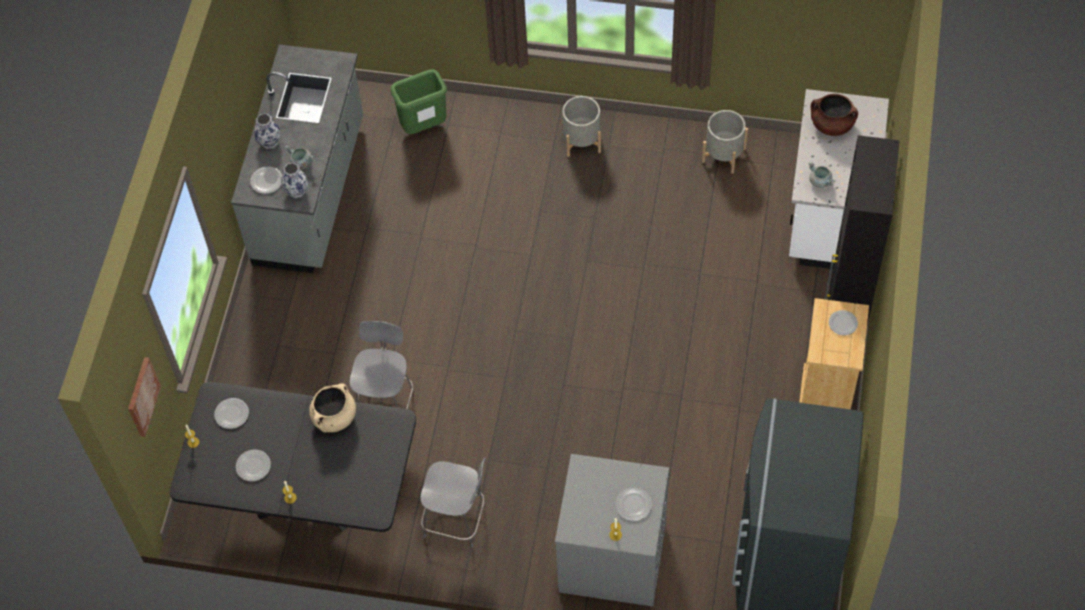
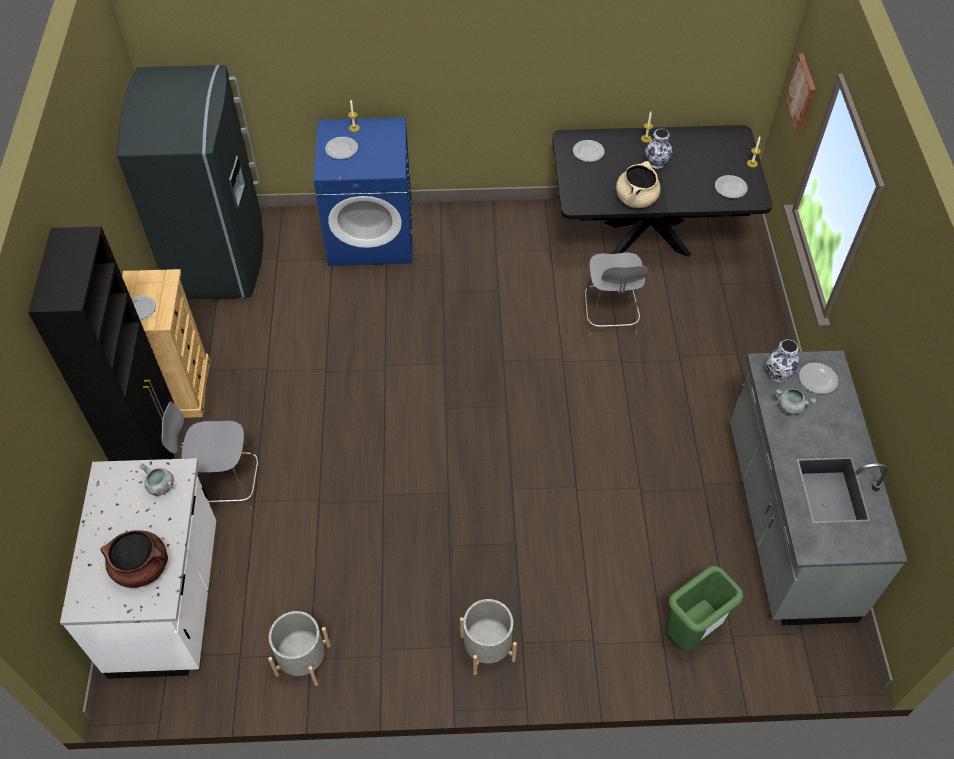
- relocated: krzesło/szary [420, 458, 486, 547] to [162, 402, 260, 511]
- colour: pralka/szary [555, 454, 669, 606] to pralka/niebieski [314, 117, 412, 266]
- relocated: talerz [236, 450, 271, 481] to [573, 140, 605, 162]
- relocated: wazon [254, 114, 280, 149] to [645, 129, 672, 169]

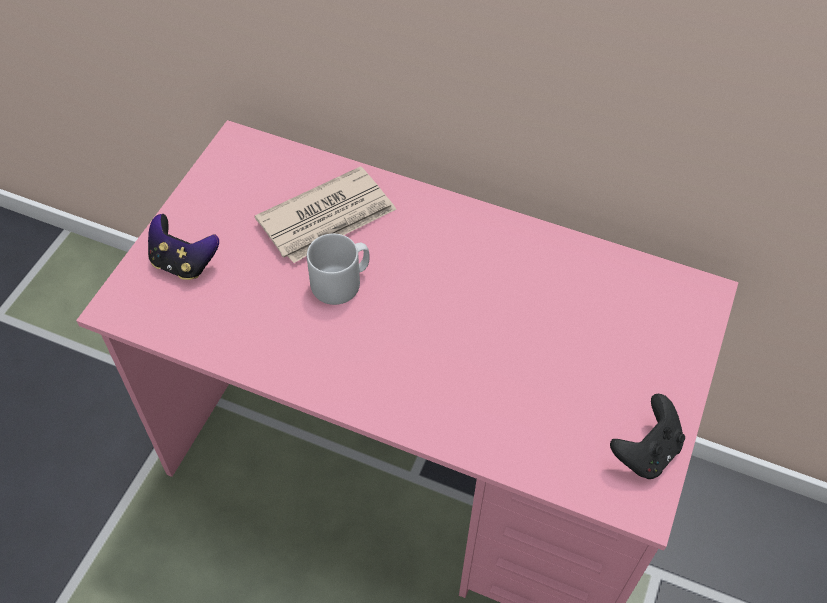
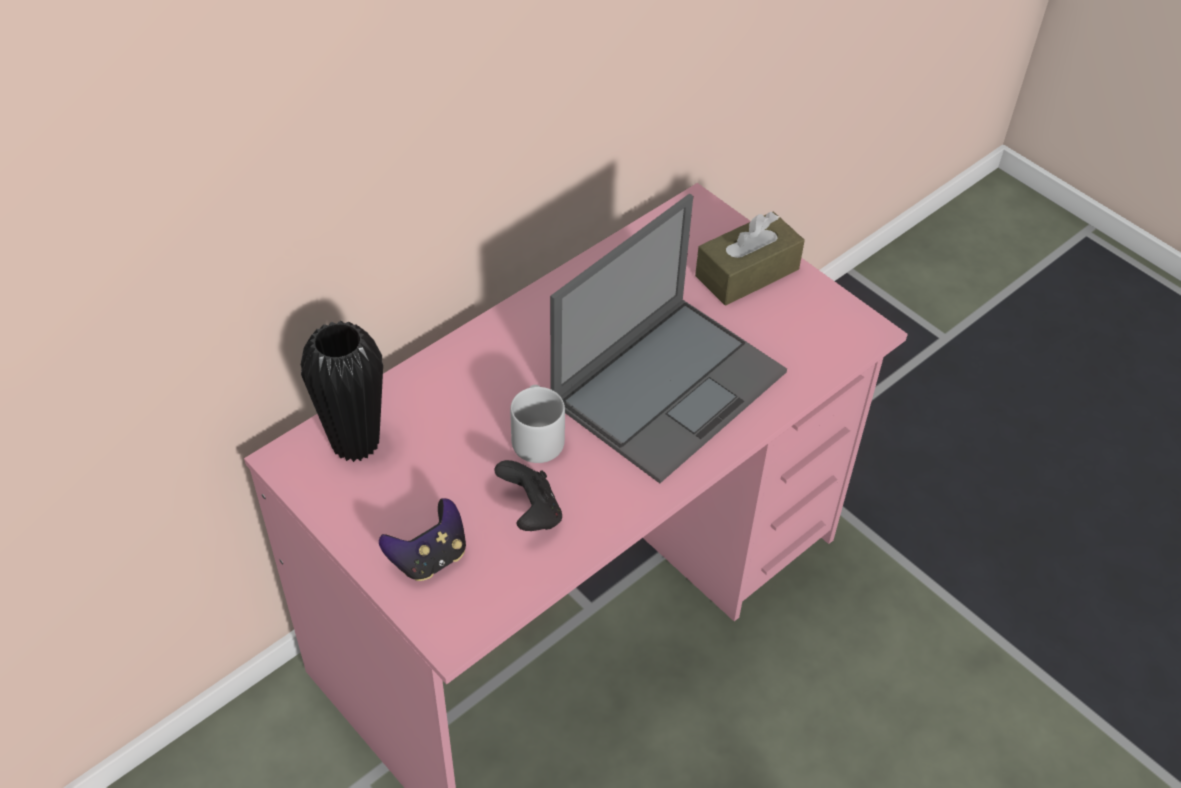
- appeared: wazon/czarny [301, 321, 383, 462]
- relocated: pad do gier/czarny [610, 394, 685, 479] to [494, 460, 562, 531]
- appeared: laptop [550, 194, 787, 483]
- appeared: pudełko chusteczek/brązowy [695, 212, 805, 306]
- missing: gazeta [255, 166, 396, 263]

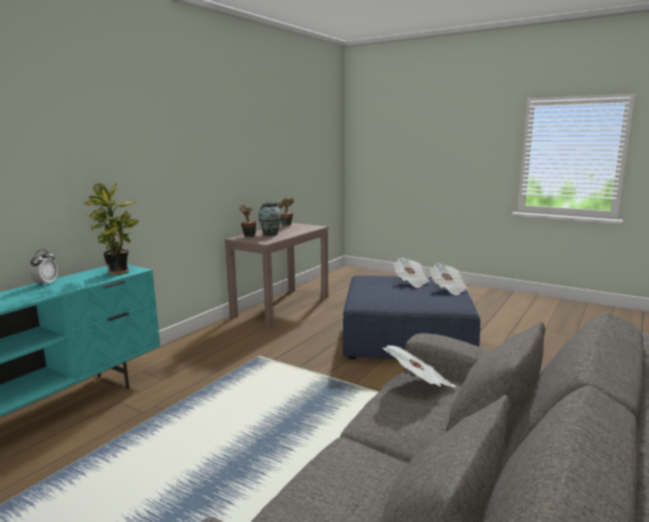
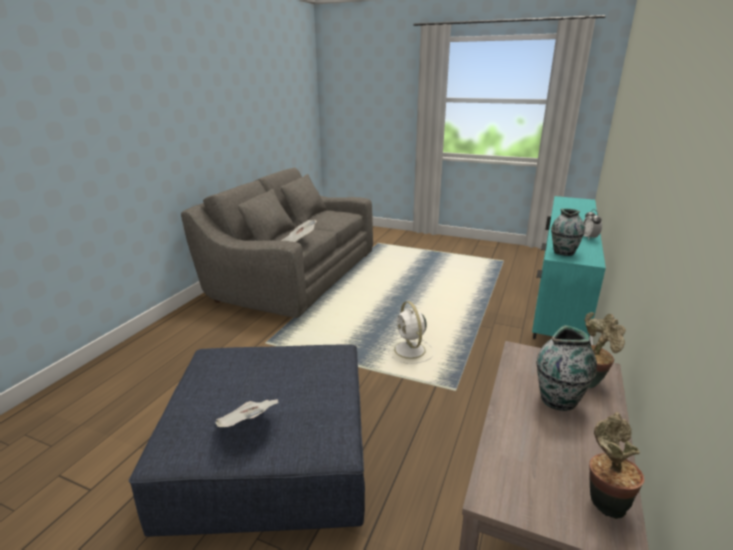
- appeared: wentylator/biały [388, 301, 435, 364]
- exchanged: roślina doniczkowa [84, 183, 139, 275] to wazon [551, 209, 585, 256]
- missing: gazeta [430, 263, 468, 295]

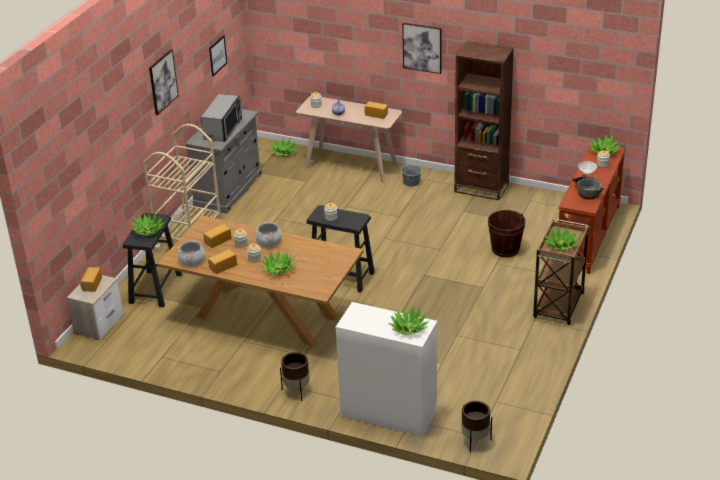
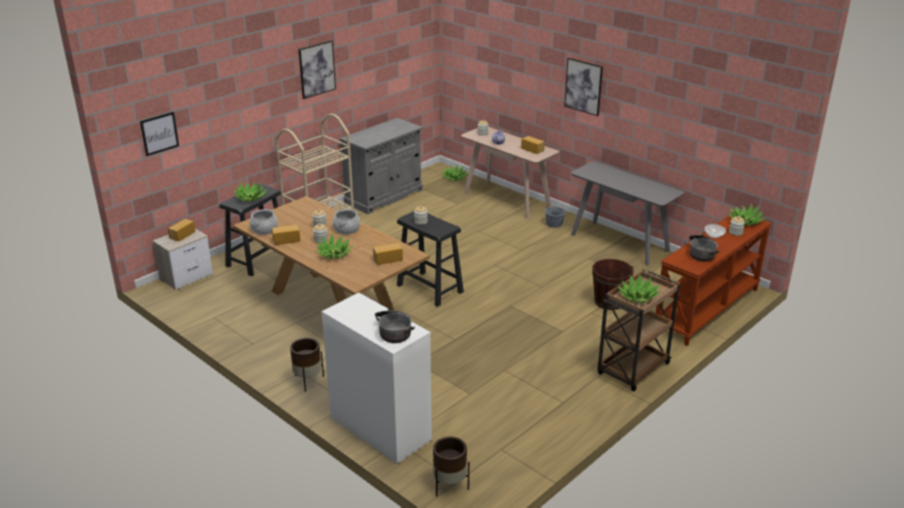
- relocated: obraz [209, 35, 227, 77] to [140, 112, 179, 156]
- relocated: chleb [204, 224, 231, 248] to [373, 243, 403, 265]
- exchanged: roślina doniczkowa [389, 306, 430, 335] to garnek [375, 308, 415, 343]
- exchanged: regał/brązowy [454, 41, 514, 200] to stolik konsolowy/szary [571, 162, 684, 266]
- missing: mikrofalówka [201, 94, 242, 142]

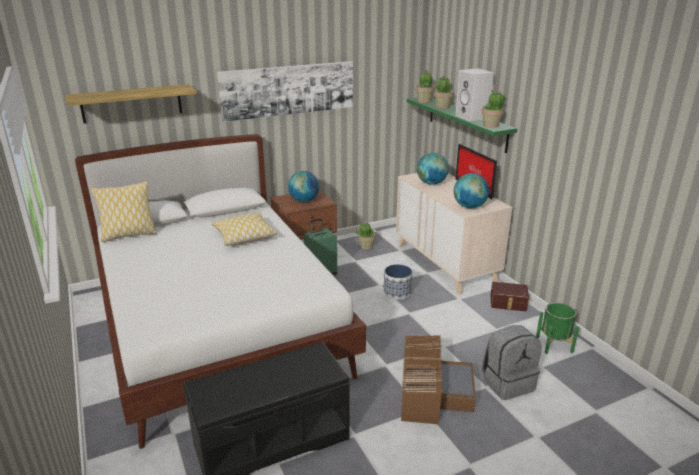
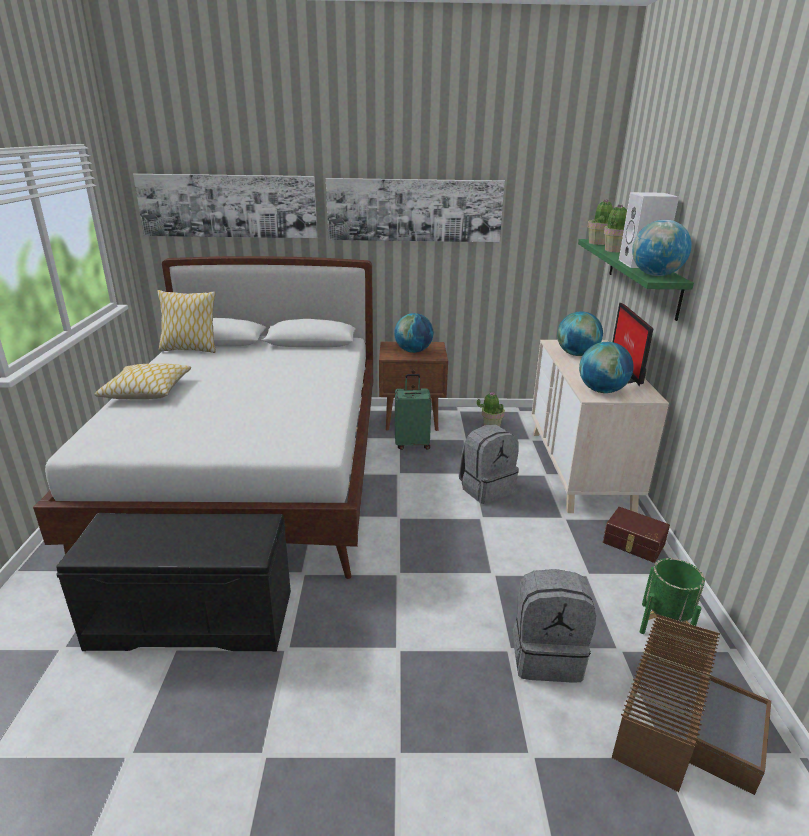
- relocated: poduszka [211, 213, 278, 246] to [94, 364, 191, 399]
- exchanged: półka [65, 84, 197, 123] to obraz [133, 174, 317, 238]
- exchanged: donica [384, 264, 412, 300] to plecak/szary [459, 424, 519, 504]
- relocated: pojemnik do przechowywania/brązowy [401, 336, 476, 424] to [612, 614, 771, 795]
- exchanged: roślina doniczkowa [481, 90, 505, 128] to globus [632, 220, 692, 276]

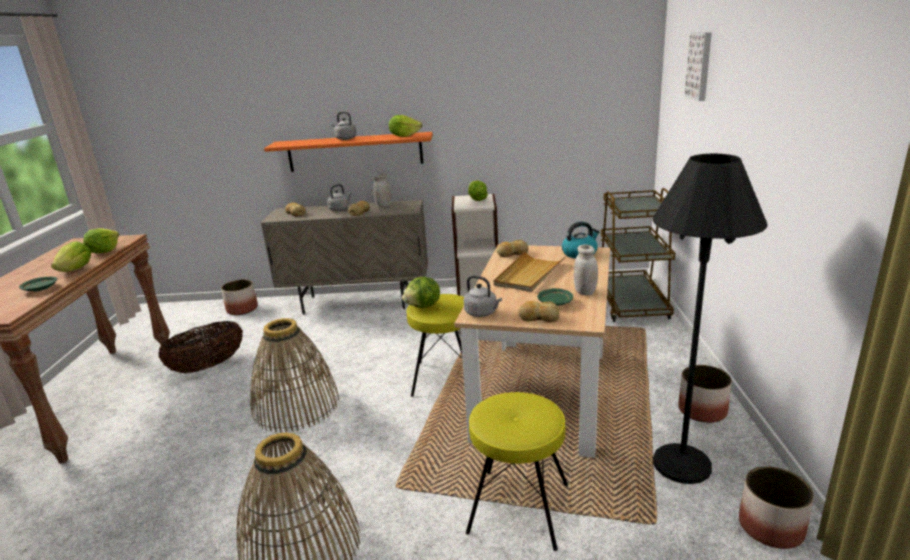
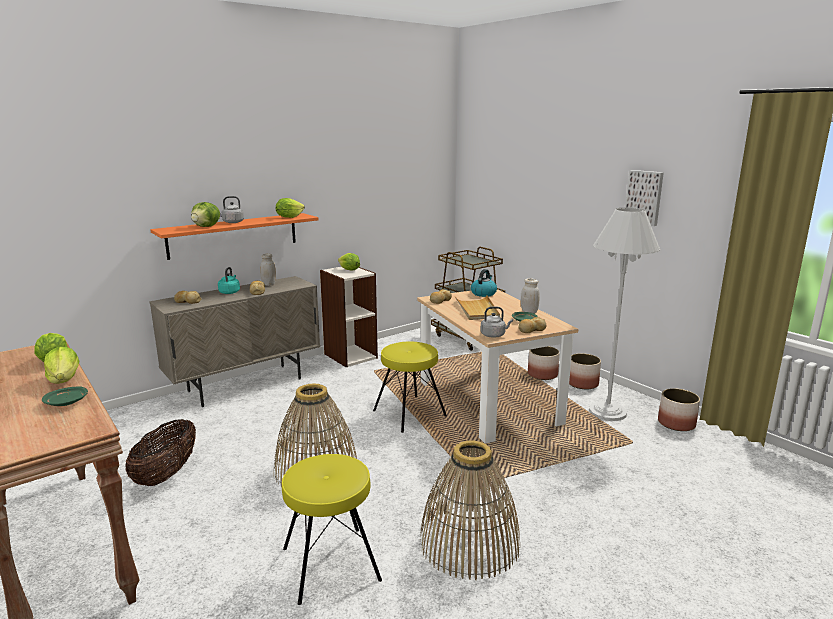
- relocated: sałata [402, 277, 440, 308] to [191, 202, 220, 227]
- colour: czajnik/szary [327, 184, 351, 211] to czajnik/turkusowy [218, 267, 240, 294]
- relocated: stołek/żółty [466, 392, 568, 551] to [282, 454, 382, 605]
- relocated: donica [221, 279, 258, 315] to [528, 346, 560, 380]
- colour: lampa stojąca/czarny [653, 154, 768, 484] to lampa stojąca/biały [589, 208, 660, 421]
- relocated: obraz [684, 32, 712, 101] to [625, 170, 664, 226]

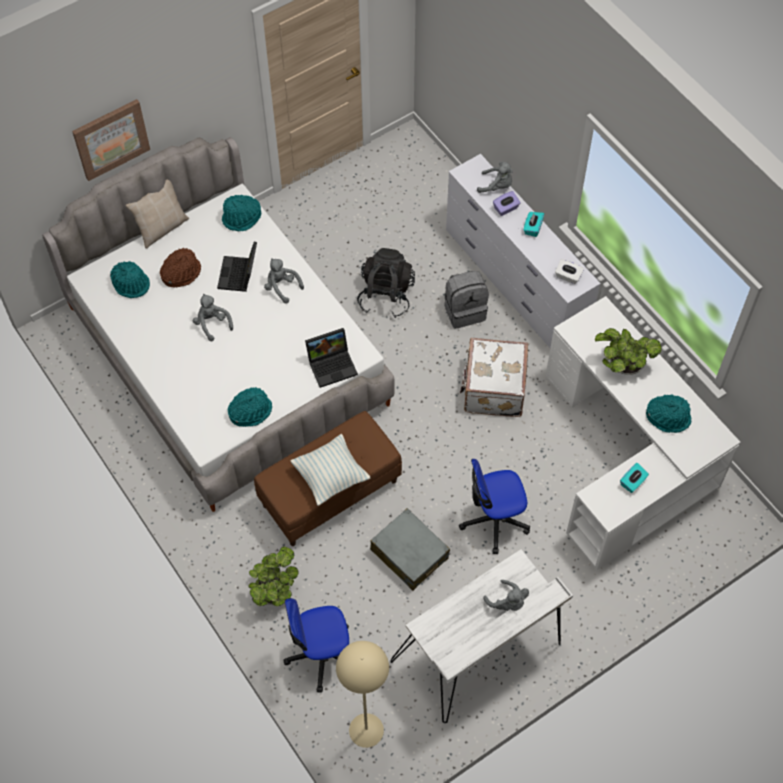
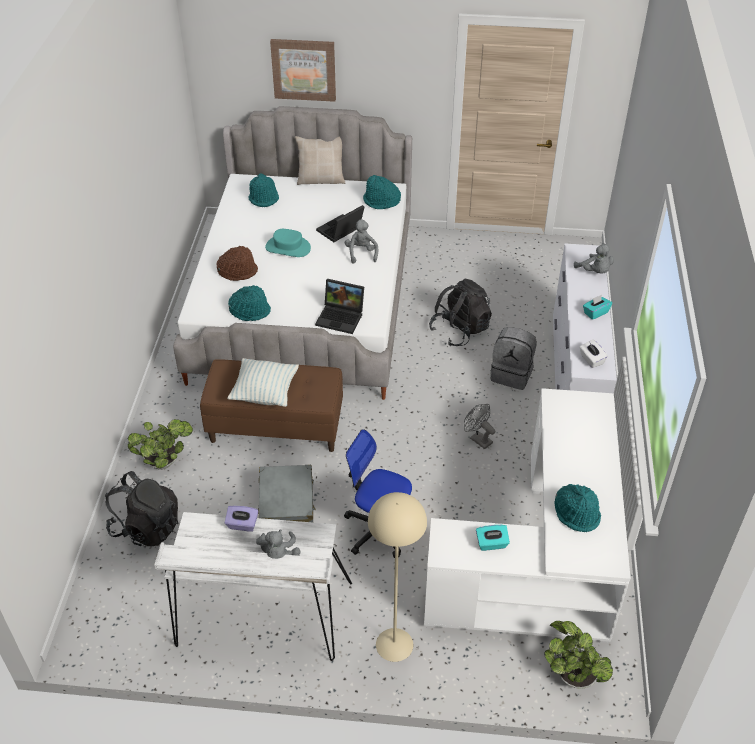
- exchanged: krzesło biurowe [283, 598, 349, 693] to plecak/czarny [105, 471, 179, 546]
- relocated: kapelusz/brązowy [160, 248, 201, 287] to [217, 246, 258, 281]
- relocated: pudełko chusteczek/fioletowy [493, 191, 520, 216] to [225, 505, 259, 532]
- exchanged: pluszak/szary [193, 294, 233, 341] to kapelusz/turkusowy [265, 229, 311, 257]
- relocated: lampa stojąca/beżowy [336, 641, 389, 748] to [368, 492, 427, 662]
- exchanged: walizka/biały [460, 338, 528, 417] to wentylator/szary [464, 404, 496, 449]
- relocated: roślina doniczkowa [595, 328, 662, 375] to [544, 621, 613, 689]

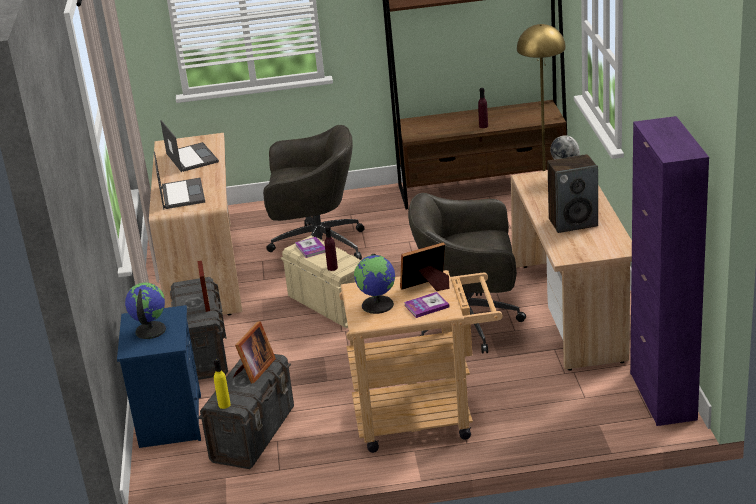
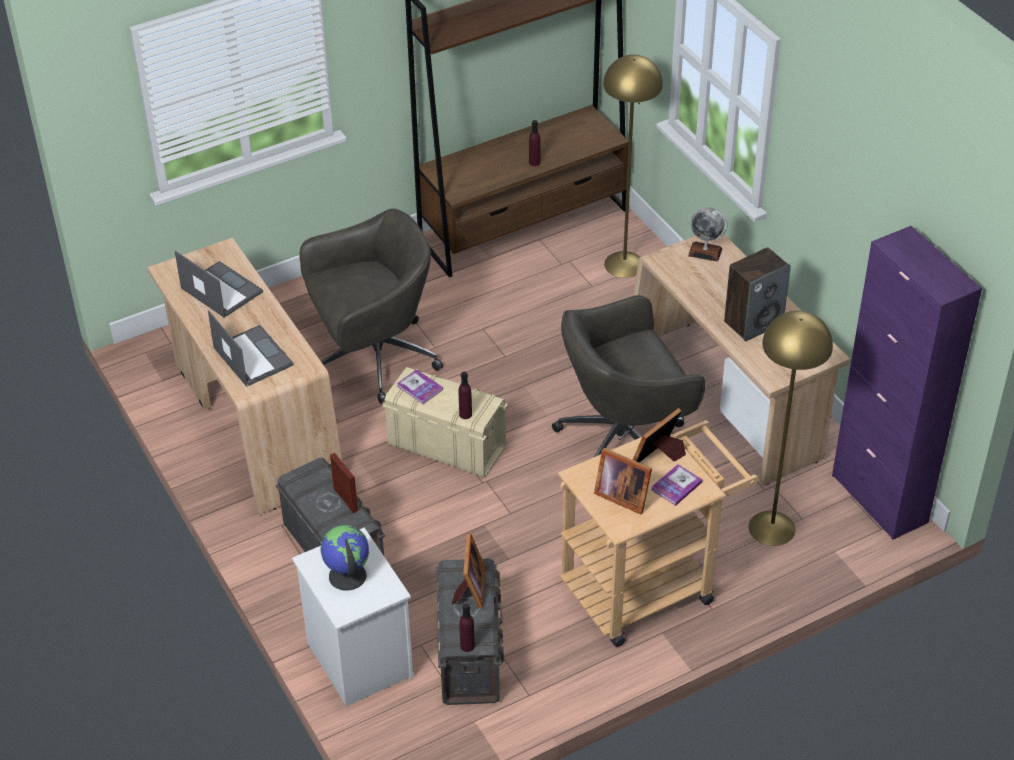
- colour: szafka nocna/niebieski [117, 305, 201, 448] to szafka nocna/biały [292, 527, 413, 706]
- colour: butelka/żółty [213, 358, 231, 409] to butelka/fioletowy [459, 603, 475, 652]
- exchanged: globus [354, 254, 396, 314] to ramka na zdjęcie [594, 448, 652, 514]
- appeared: lampa stojąca/żółty [749, 311, 833, 546]

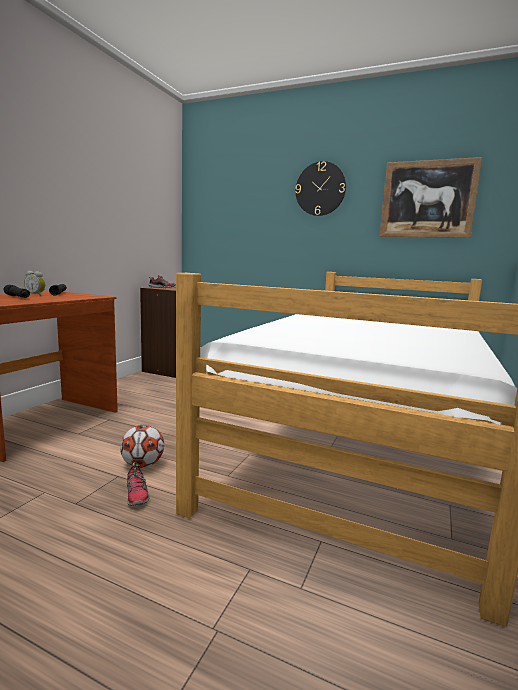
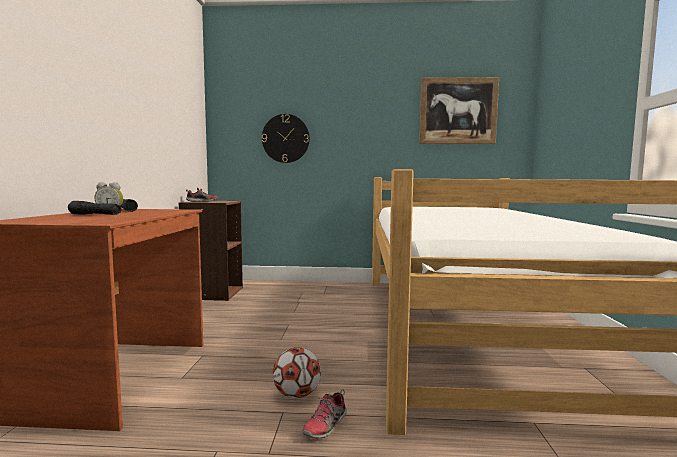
- relocated: zegar ścienny [295, 161, 346, 216] to [262, 114, 310, 163]
- spun: but [127, 462, 150, 506] = [302, 389, 347, 439] 75 degrees clockwise

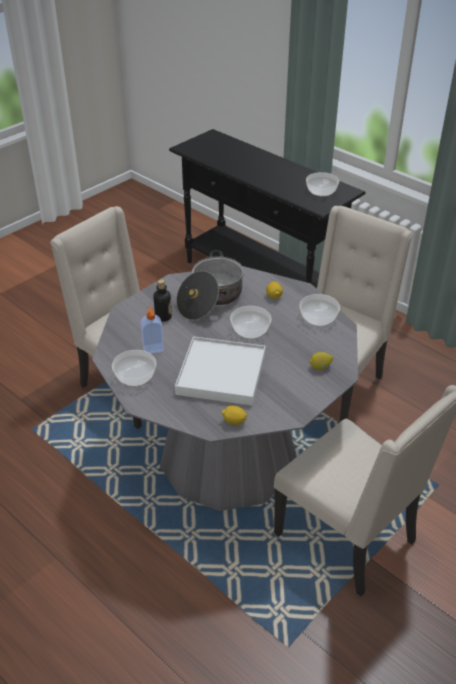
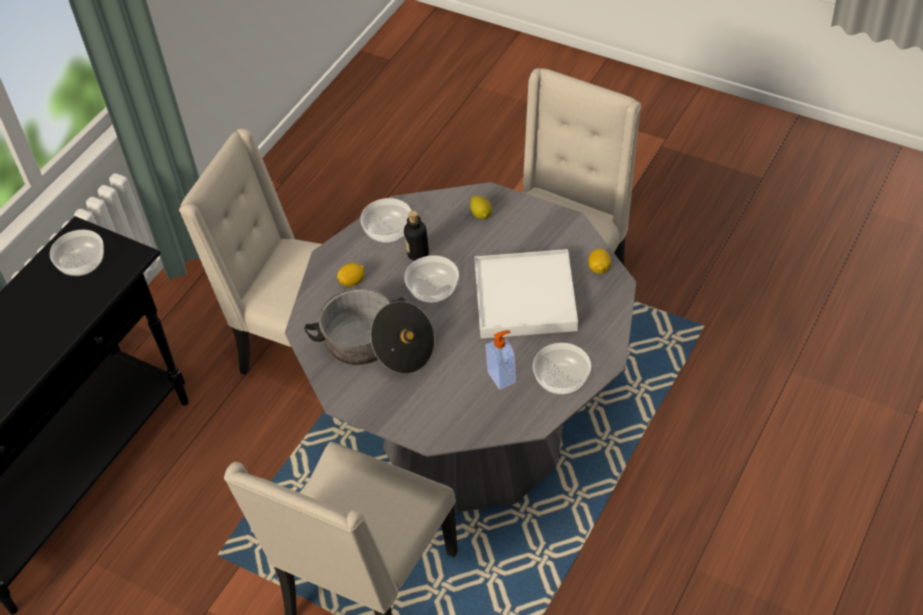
- relocated: butelka [154, 279, 172, 322] to [404, 210, 429, 261]

